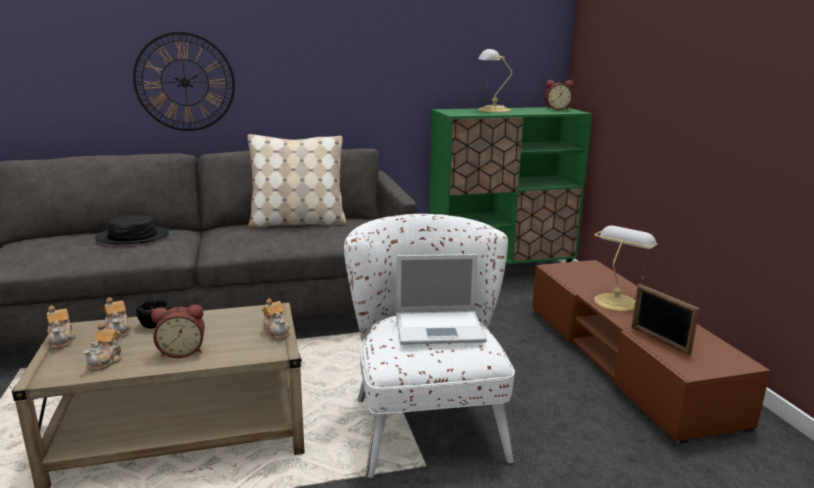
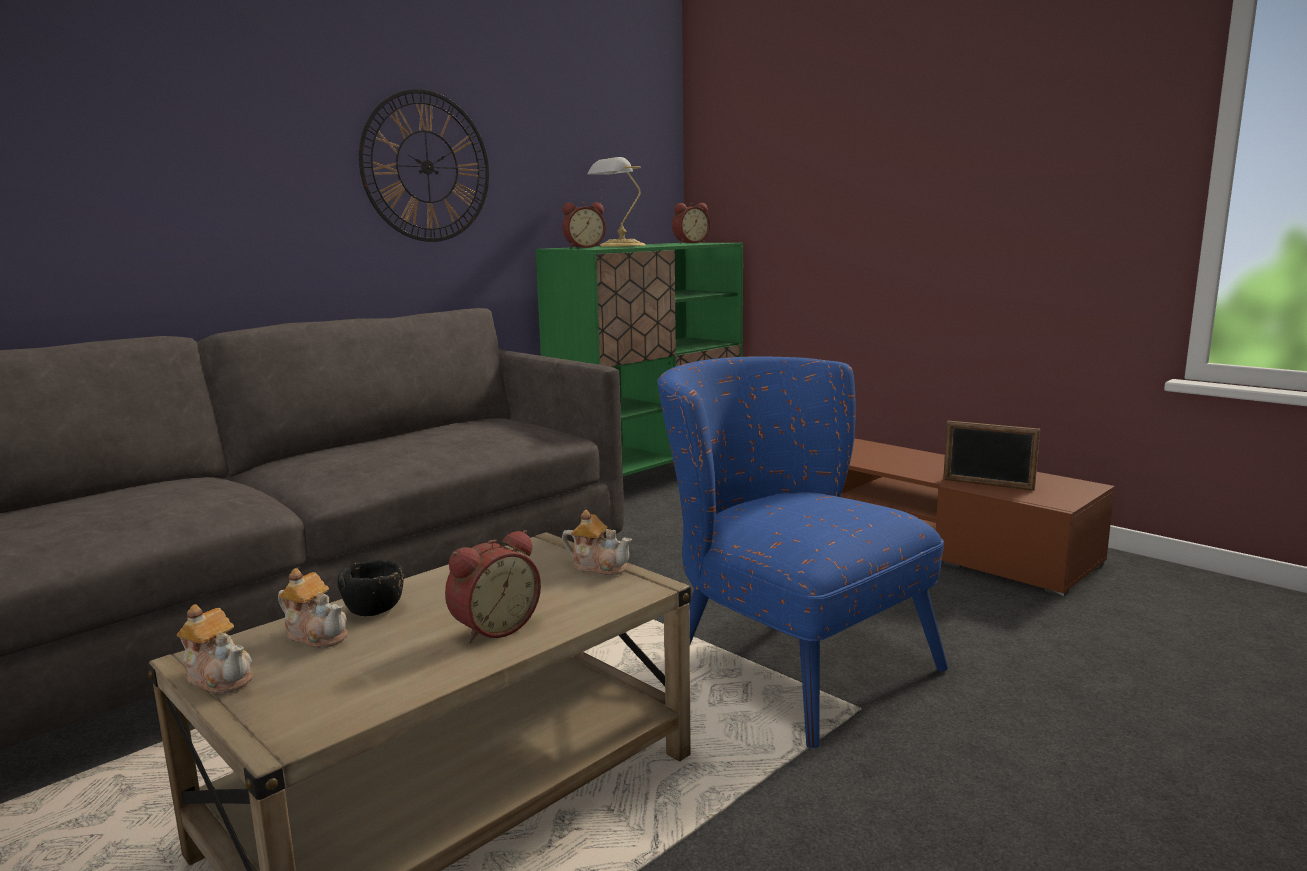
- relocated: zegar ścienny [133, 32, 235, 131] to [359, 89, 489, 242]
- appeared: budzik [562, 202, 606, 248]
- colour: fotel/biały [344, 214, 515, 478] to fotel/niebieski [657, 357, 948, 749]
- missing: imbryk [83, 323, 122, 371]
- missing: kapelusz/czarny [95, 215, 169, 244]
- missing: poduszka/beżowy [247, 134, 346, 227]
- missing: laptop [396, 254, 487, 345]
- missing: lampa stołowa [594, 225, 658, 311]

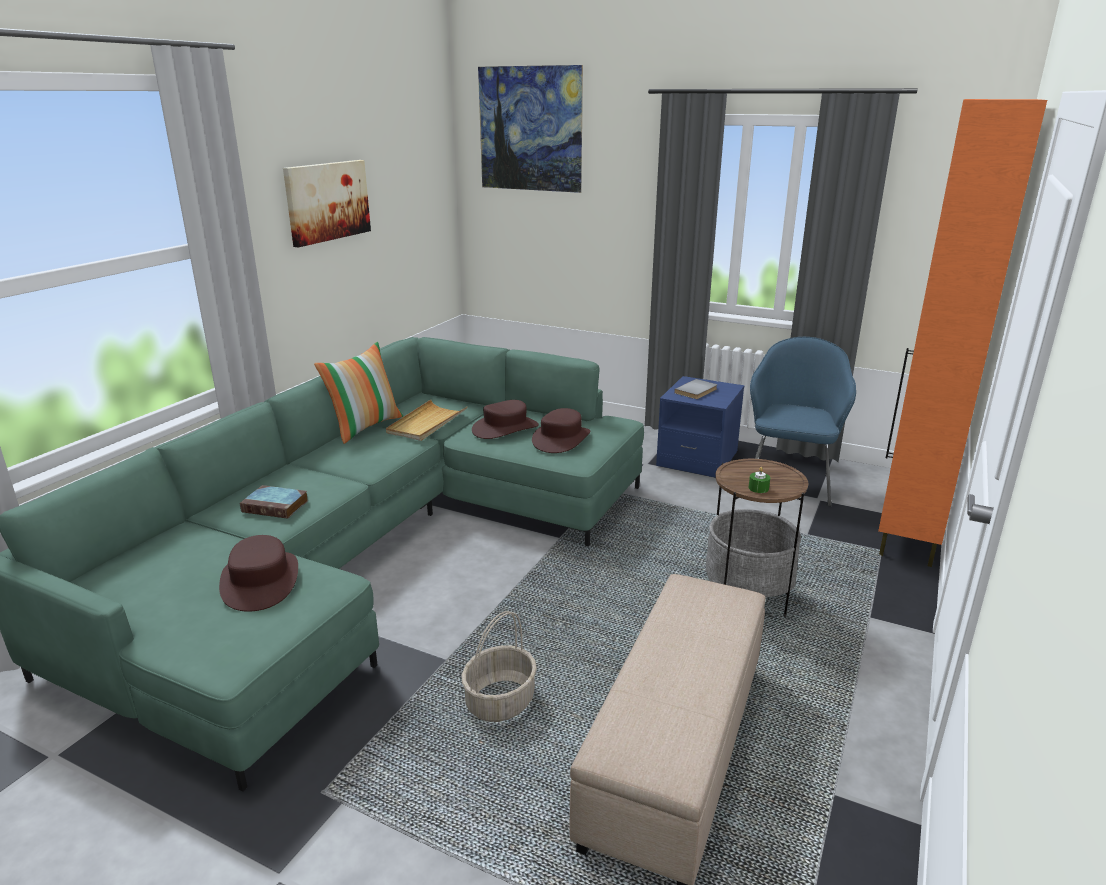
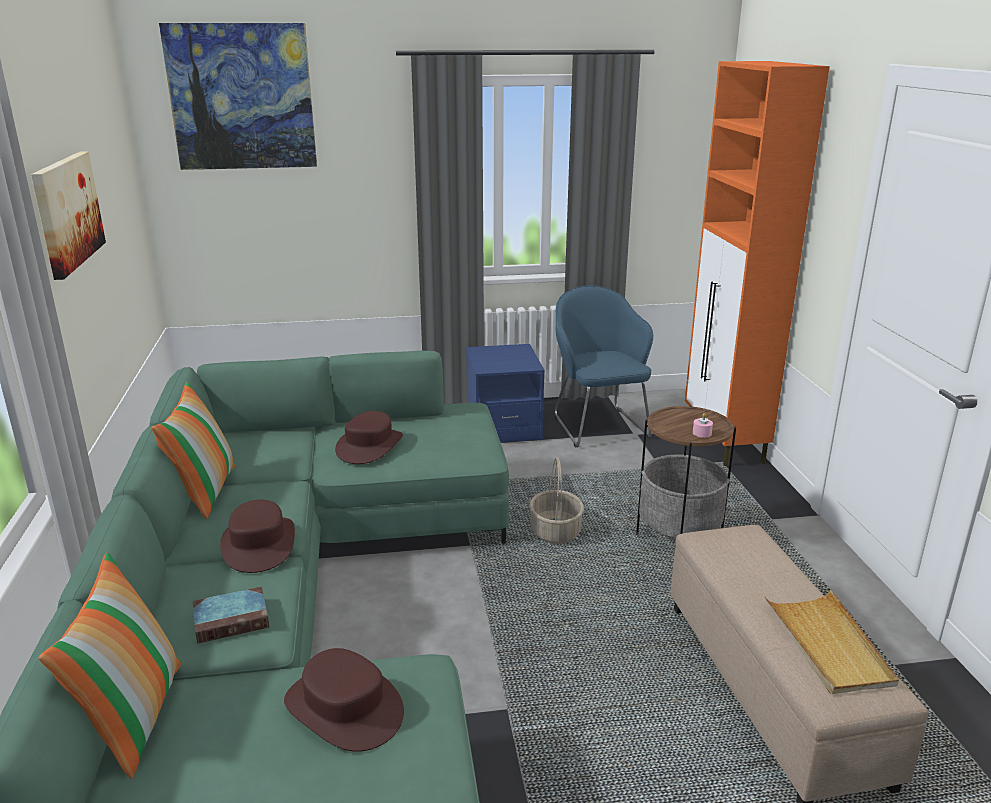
- appeared: poduszka [39, 552, 181, 778]
- relocated: kapelusz/brązowy [532, 408, 590, 453] to [220, 500, 295, 573]
- relocated: koszyk [462, 611, 537, 722] to [529, 457, 584, 544]
- colour: świeca/zielony [748, 467, 770, 493] to świeca/różowy [693, 413, 713, 438]
- relocated: taca/beżowy [386, 400, 468, 441] to [765, 590, 899, 694]
- missing: książka/szary [674, 379, 717, 399]

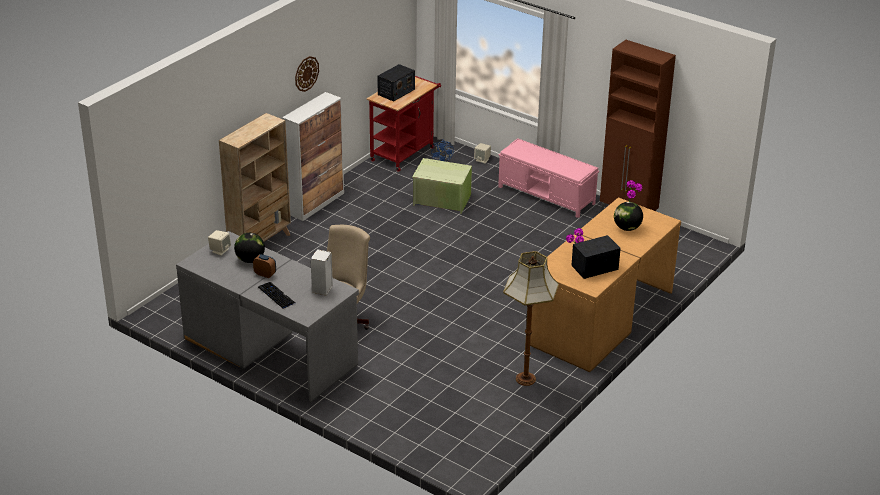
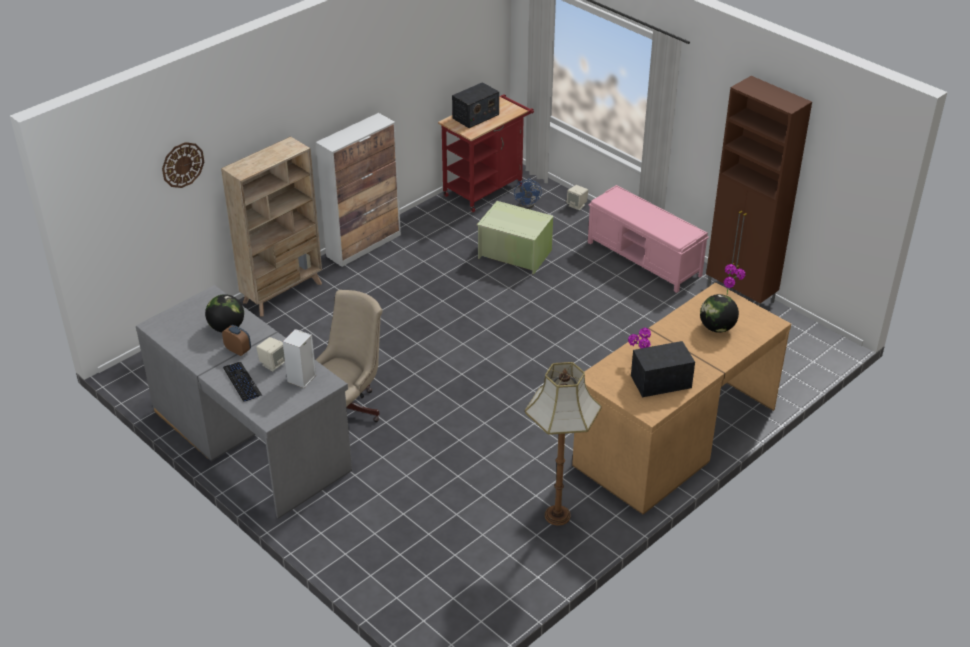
- relocated: zegar ścienny [295, 56, 319, 92] to [162, 142, 204, 188]
- relocated: głośnik/beżowy [208, 230, 231, 256] to [256, 337, 285, 372]

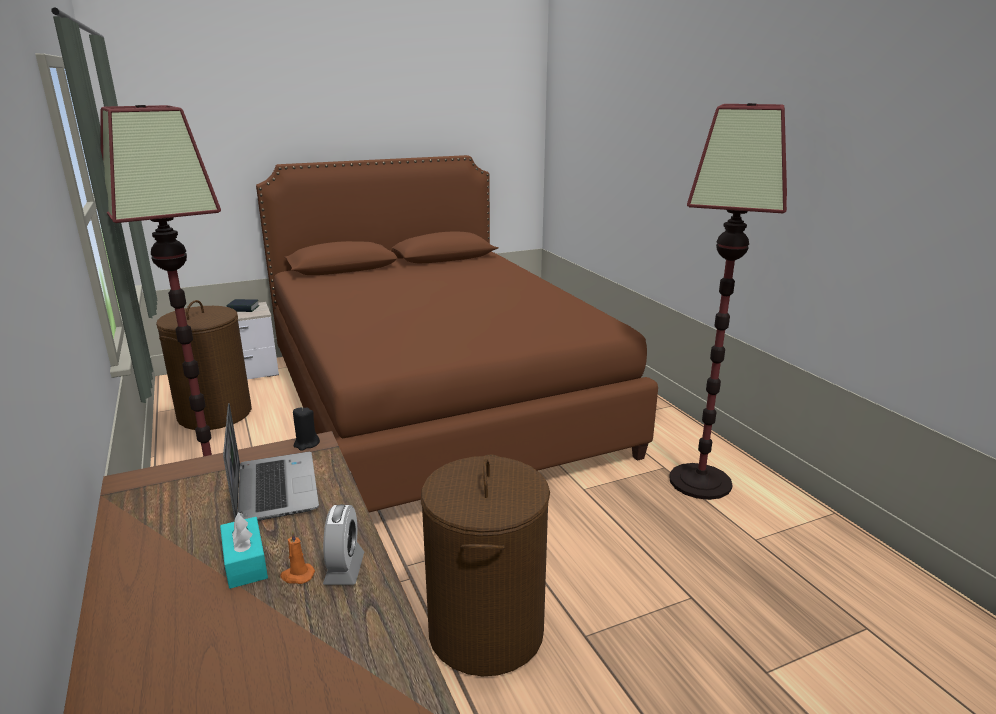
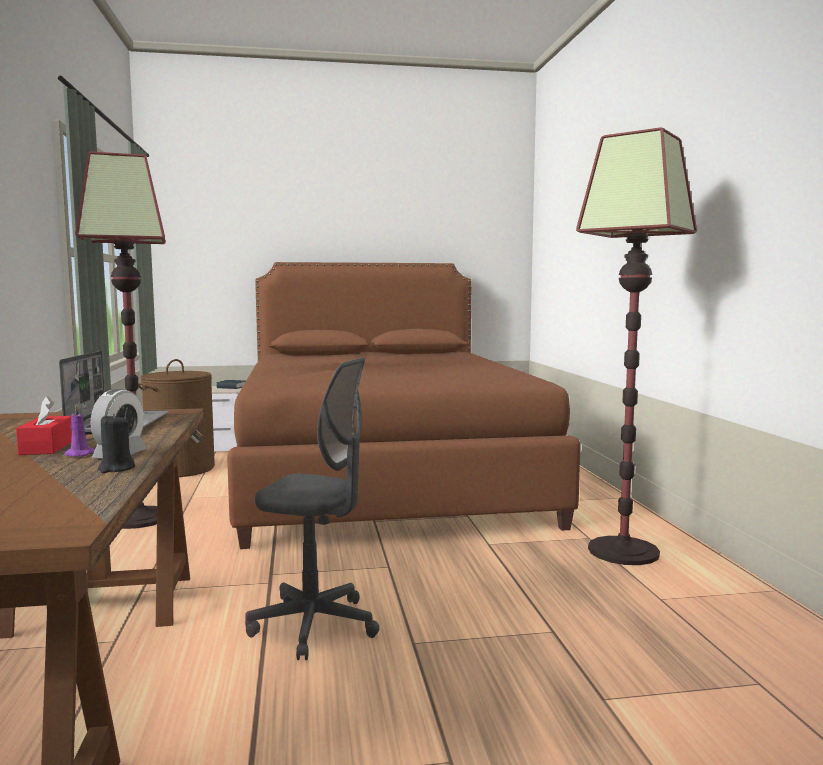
- colour: pudełko chusteczek/turkusowy [220, 512, 268, 589] to pudełko chusteczek/czerwony [16, 396, 72, 455]
- colour: świeca/pomarańczowy [280, 530, 315, 584] to świeca/fioletowy [64, 404, 95, 457]
- relocated: świeca/czarny [293, 407, 320, 451] to [98, 413, 135, 473]
- exchanged: kosz na pranie/brązowy [421, 454, 550, 676] to krzesło biurowe/szary [245, 357, 379, 660]

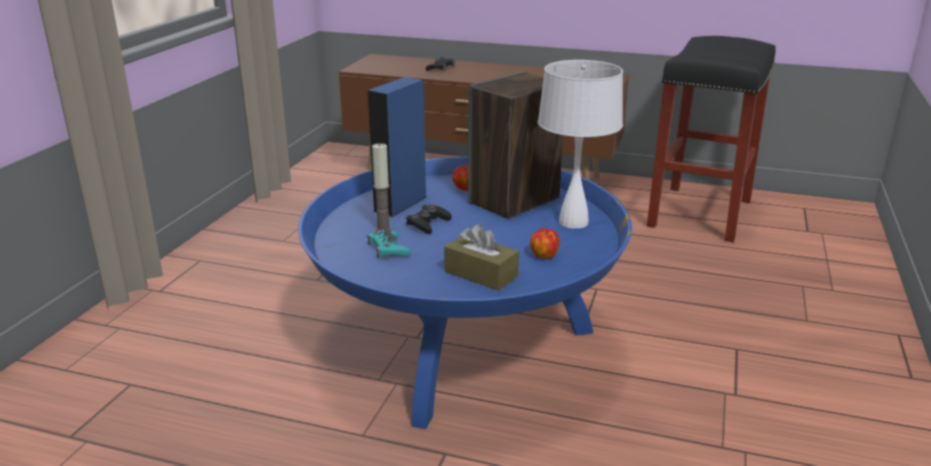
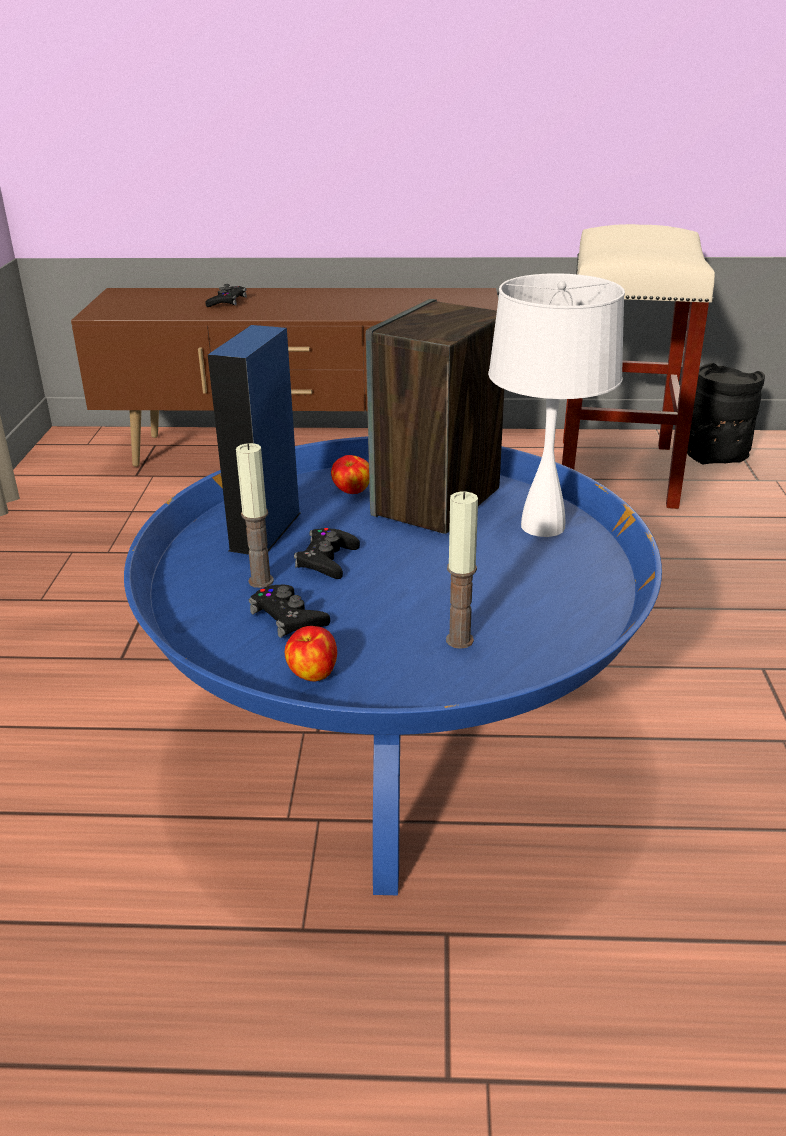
- colour: pad do gier/turkusowy [367, 230, 411, 258] to pad do gier/czarny [249, 585, 330, 638]
- relocated: jabłko [530, 228, 560, 259] to [285, 626, 337, 681]
- exchanged: pudełko chusteczek/brązowy [444, 223, 519, 291] to świeca [446, 492, 478, 649]
- colour: stołek/czarny [647, 36, 776, 242] to stołek/beżowy [562, 224, 715, 509]
- appeared: wazon/czarny [687, 363, 765, 464]

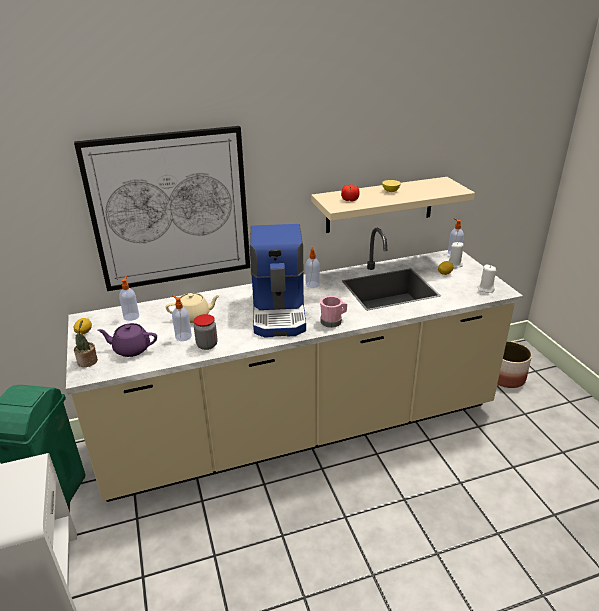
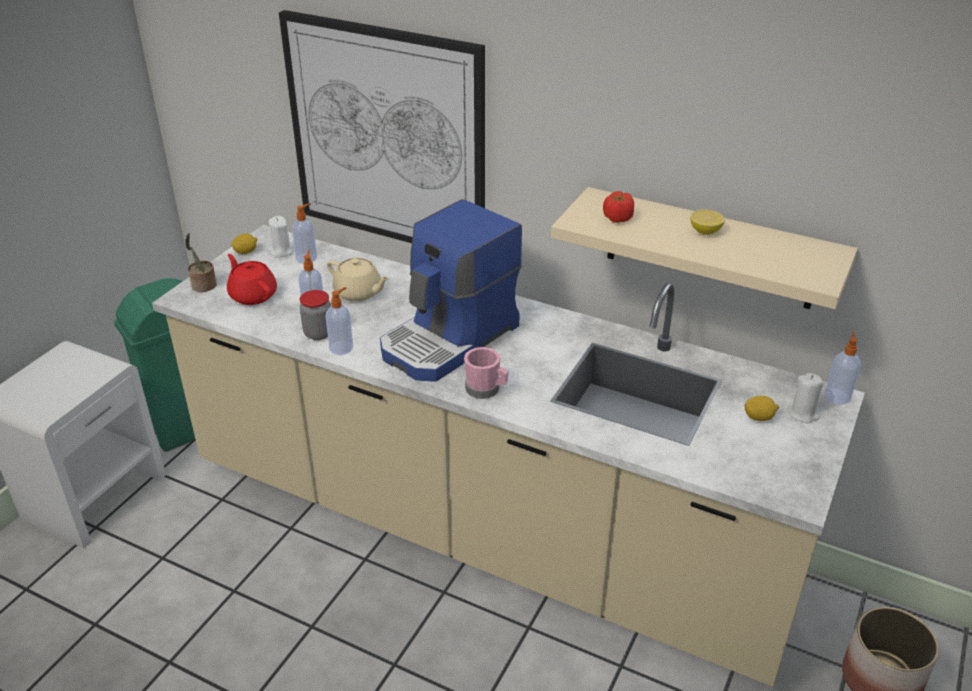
- colour: imbryk/fioletowy [97, 323, 157, 357] to imbryk/czerwony [227, 254, 277, 305]
- relocated: świeca/biały [477, 265, 496, 293] to [269, 216, 293, 257]
- relocated: dozownik mydła [305, 247, 320, 288] to [325, 287, 353, 355]

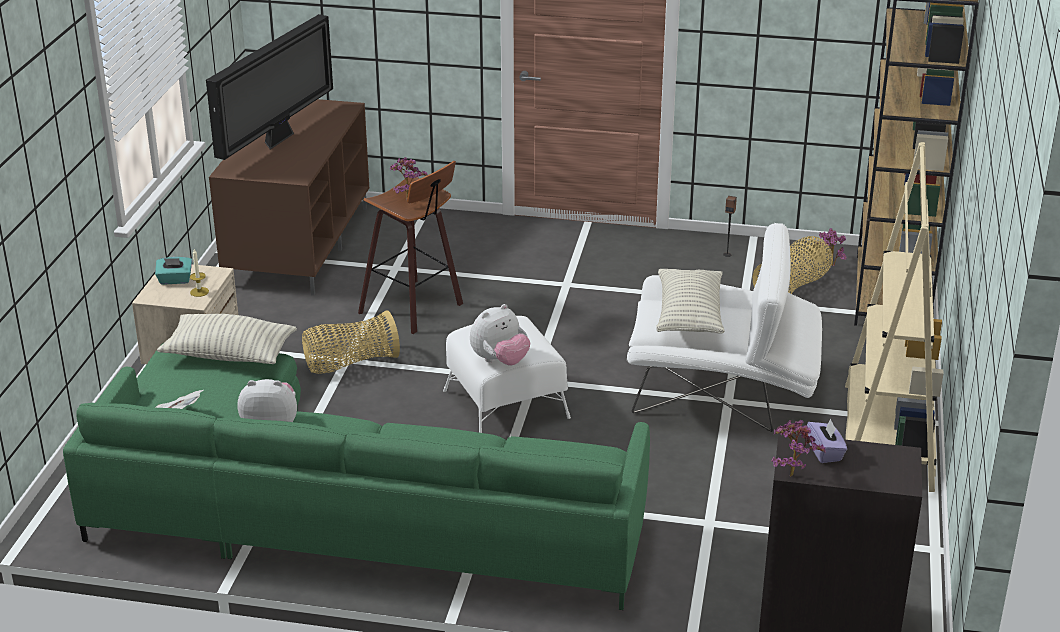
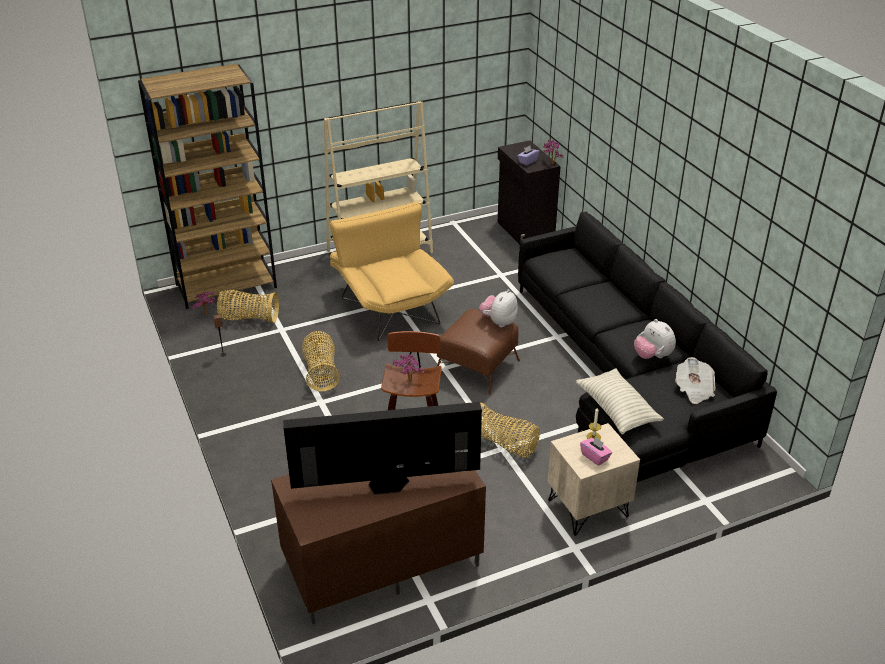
- appeared: koszyk [302, 331, 340, 391]
- colour: fotel/biały [627, 223, 822, 432] to fotel/żółty [330, 201, 454, 341]
- colour: pufa/biały [443, 316, 571, 433] to pufa/brązowy [437, 309, 520, 395]
- spun: pluszak [470, 304, 530, 366] = [479, 289, 518, 327] 75 degrees counterclockwise
- colour: kanapa/zielony [63, 343, 650, 610] to kanapa/czarny [518, 212, 777, 482]
- colour: pudełko chusteczek/turkusowy [155, 257, 192, 285] to pudełko chusteczek/różowy [580, 436, 612, 466]
- missing: poduszka [656, 269, 725, 334]

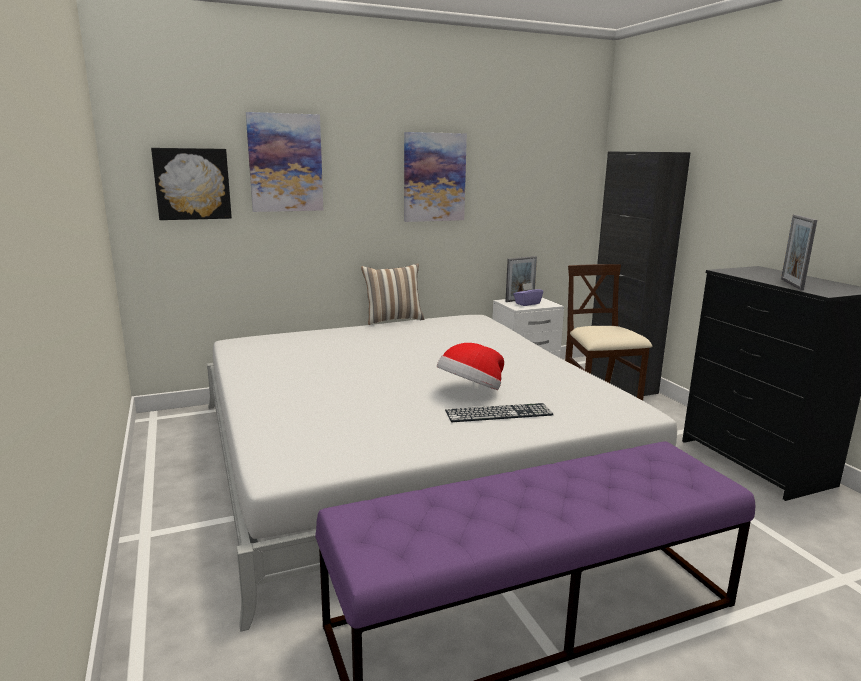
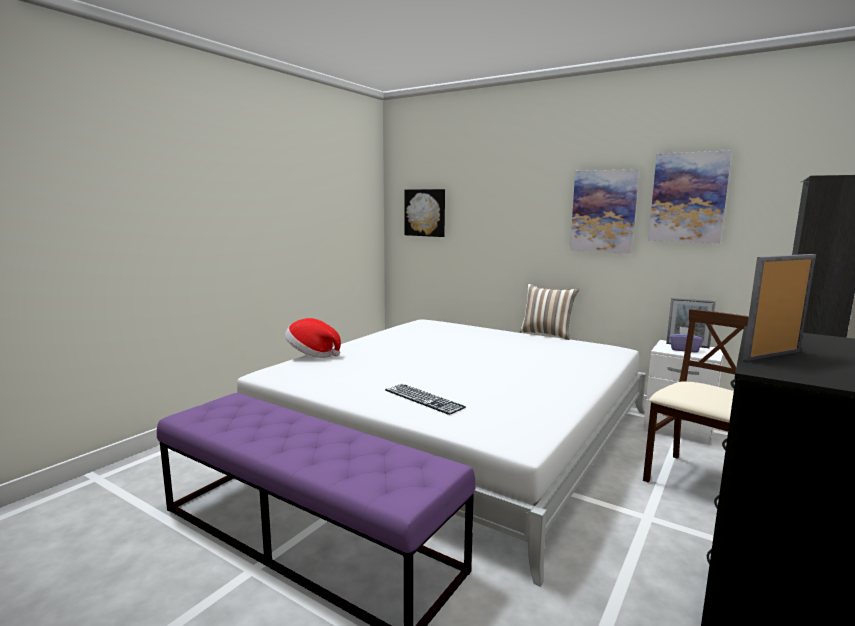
- relocated: kapelusz [437, 343, 504, 390] to [285, 318, 341, 358]
- relocated: obraz [246, 112, 323, 212] to [648, 150, 732, 243]

